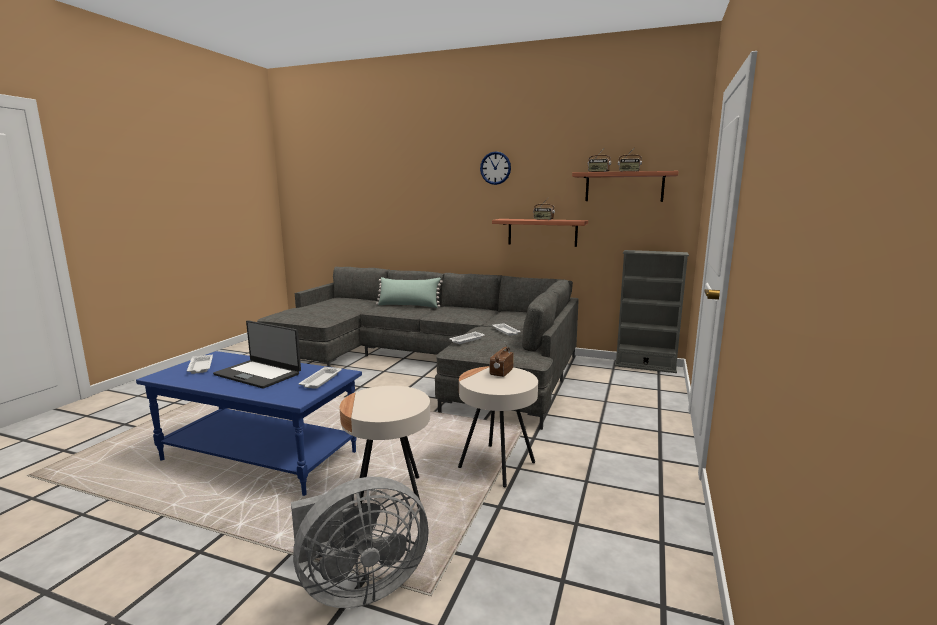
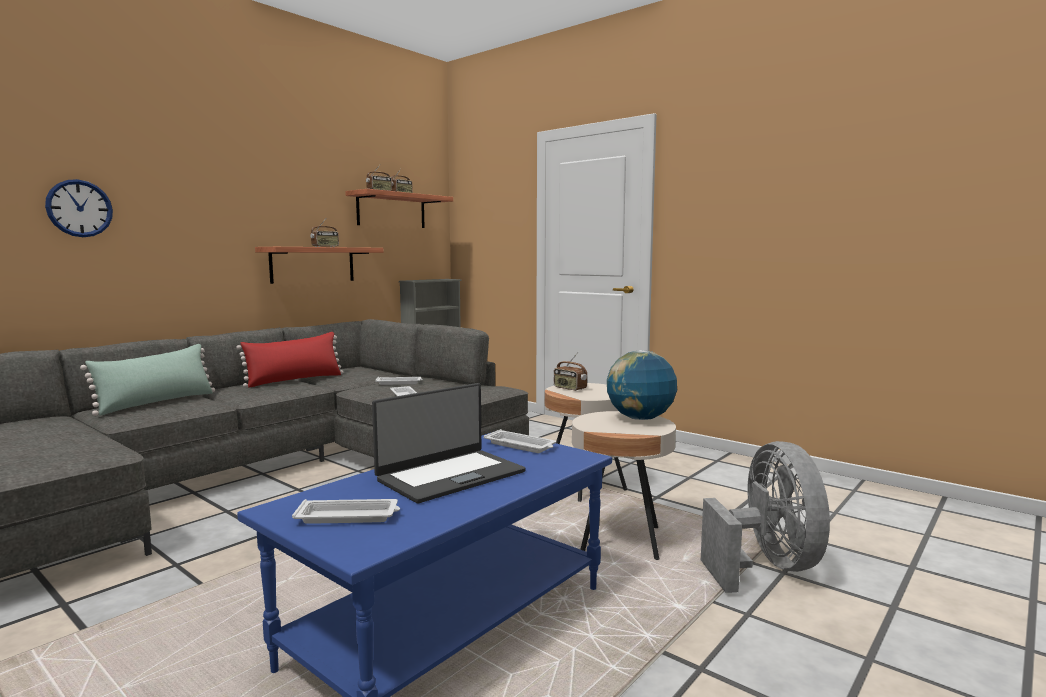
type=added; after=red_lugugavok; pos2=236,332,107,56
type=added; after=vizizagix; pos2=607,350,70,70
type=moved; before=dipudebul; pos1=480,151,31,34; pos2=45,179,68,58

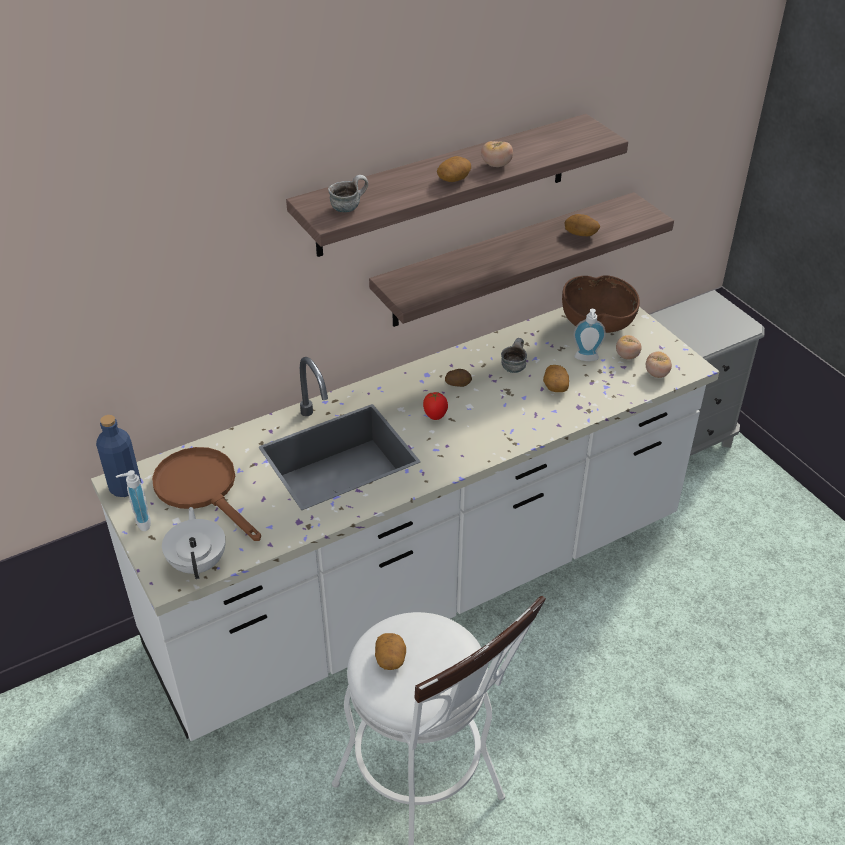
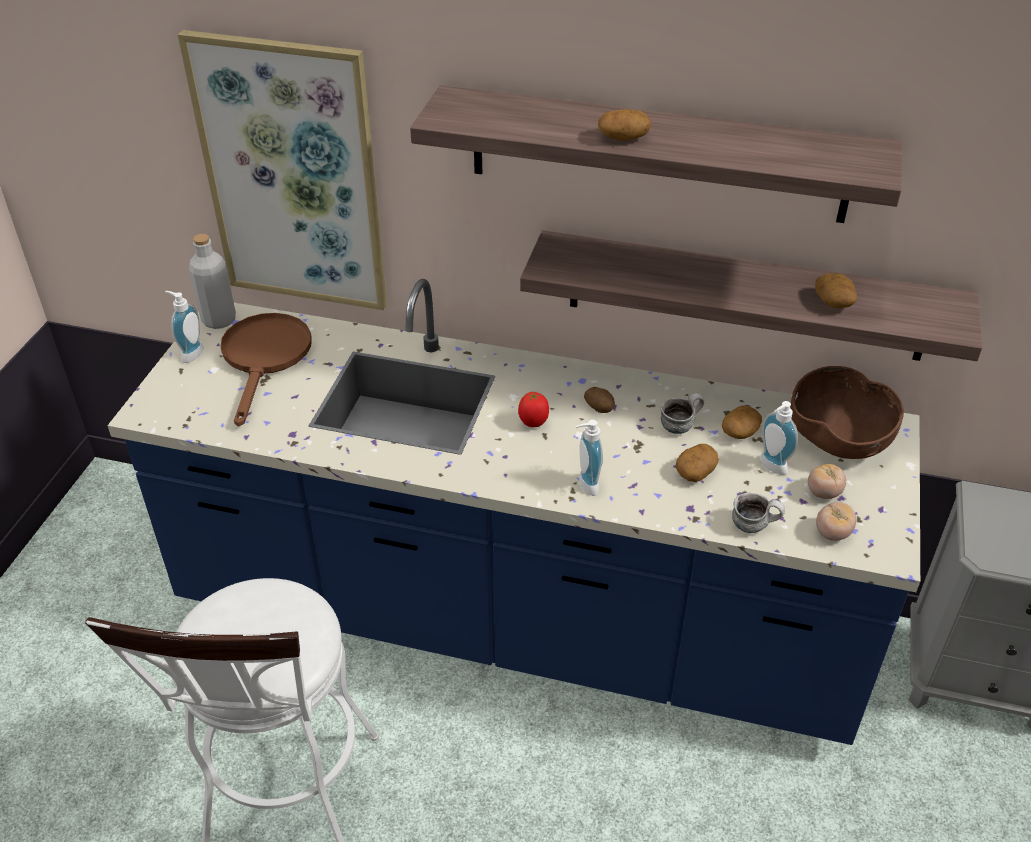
type=removed; before=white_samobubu; pos1=162,507,64,72
type=removed; before=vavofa; pos1=481,141,32,26
type=added; after=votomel; pos2=178,30,209,280
type=added; after=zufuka; pos2=575,420,28,76
type=moved; before=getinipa; pos1=328,175,40,37; pos2=732,493,53,40
type=moved; before=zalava; pos1=375,633,31,37; pos2=722,405,40,34
type=recoloured; before=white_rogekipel; after=blue_rogekipel; pos1=91,307,629,434; pos2=107,279,813,466
type=recoloured; before=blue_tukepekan; after=grey_tukepekan; pos1=96,415,45,82; pos2=189,234,47,95

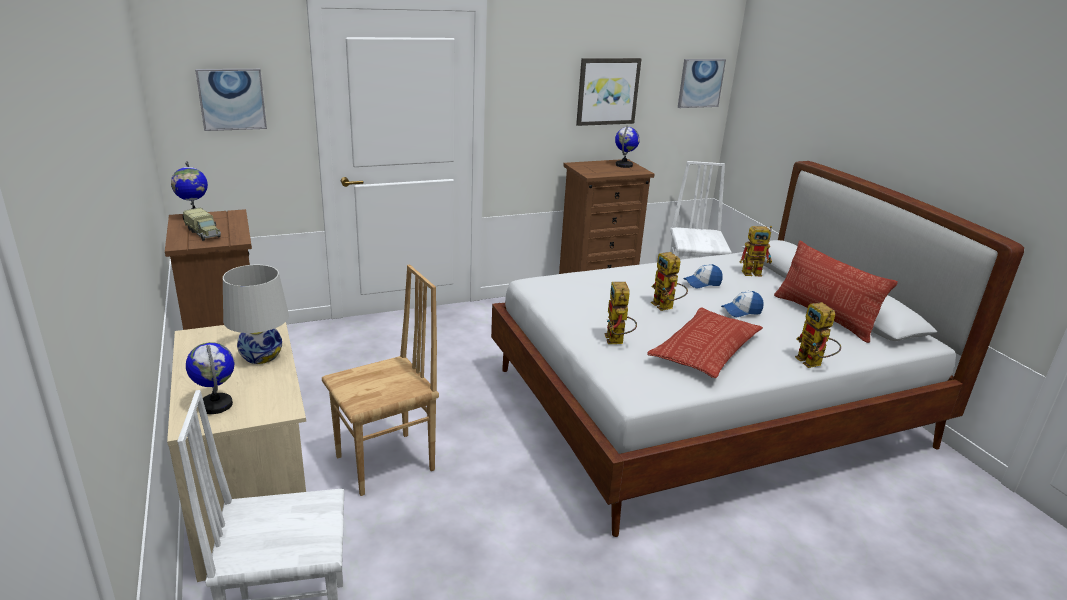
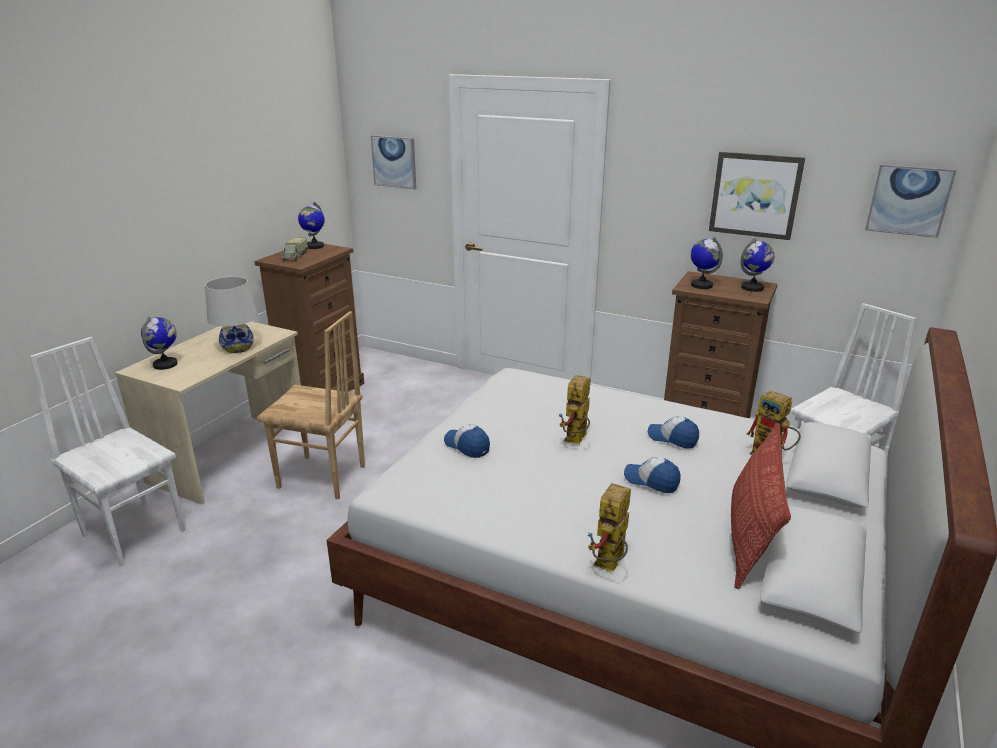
type=removed; before=lugugavok; pos1=647,307,116,71
type=added; after=vizizagix; pos2=691,237,32,52
type=replaced; before=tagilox; after=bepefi; pos1=604,282,33,62; pos2=444,424,46,34

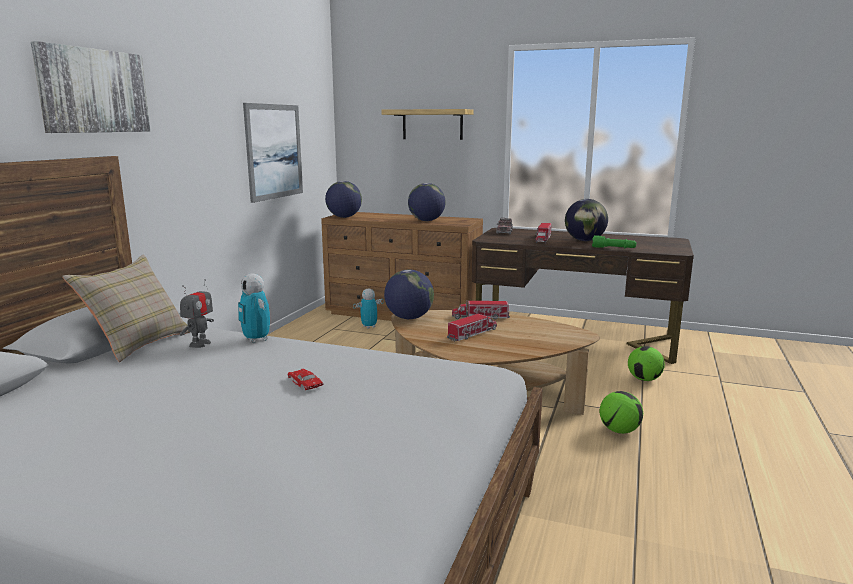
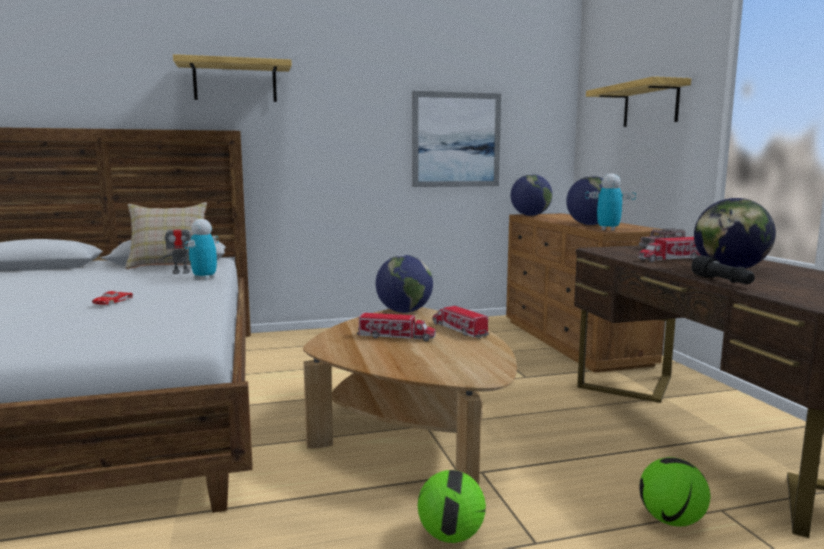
type=moved; before=tagilox; pos1=353,289,31,40; pos2=585,174,51,57
type=replaced; before=votomel; after=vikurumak; pos1=31,41,120,92; pos2=173,54,119,48
type=recoloured; before=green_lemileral; after=black_lemileral; pos1=592,235,44,14; pos2=692,255,63,29

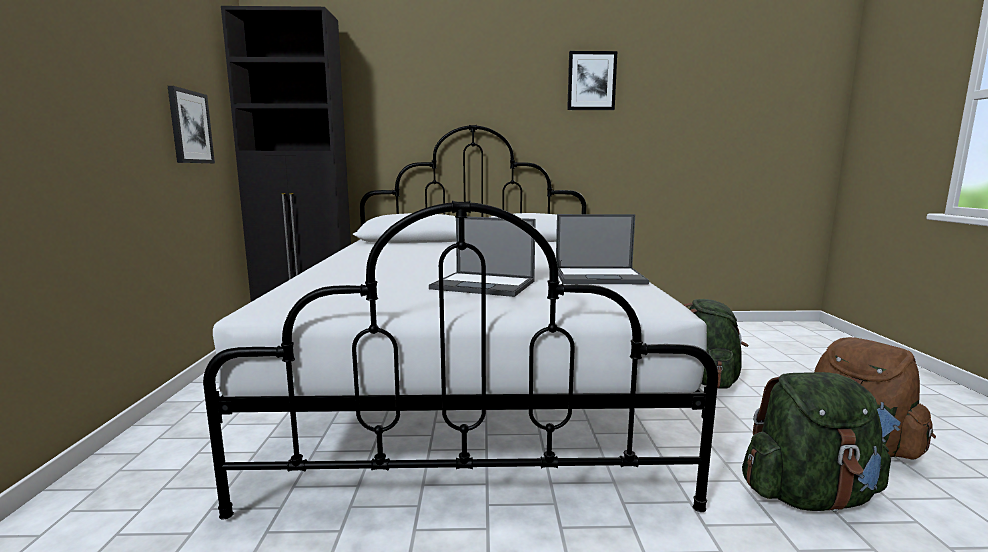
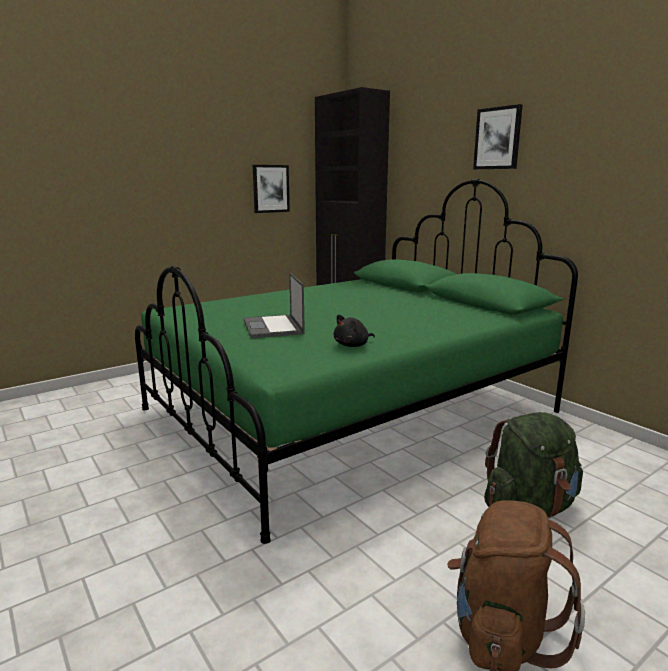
type=removed; before=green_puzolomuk; pos1=742,372,149,139
type=moved; before=votomel; pos1=567,51,50,59; pos2=473,104,50,65
type=replaced; before=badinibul; after=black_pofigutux; pos1=556,214,93,70; pos2=334,315,41,32
type=recoloured; before=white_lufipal; after=green_lufipal; pos1=203,125,515,394; pos2=135,179,443,365

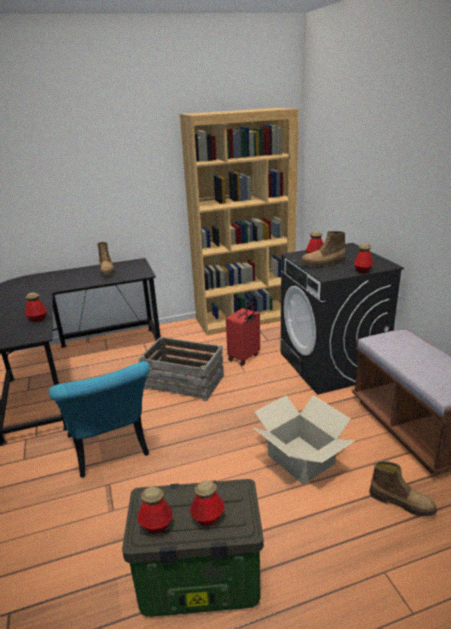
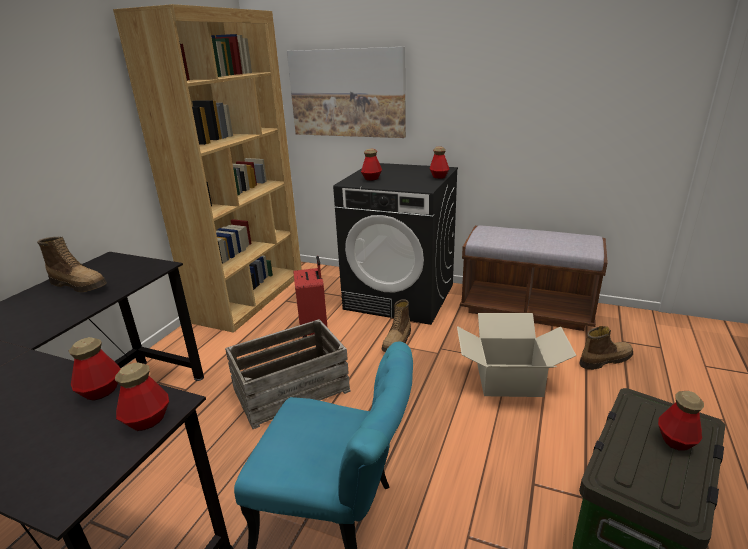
type=added; after=votomel; pos2=287,47,119,91
type=moved; before=tukepekan; pos1=138,487,35,46; pos2=115,363,54,68
type=moved; before=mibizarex; pos1=300,231,45,36; pos2=382,299,29,53

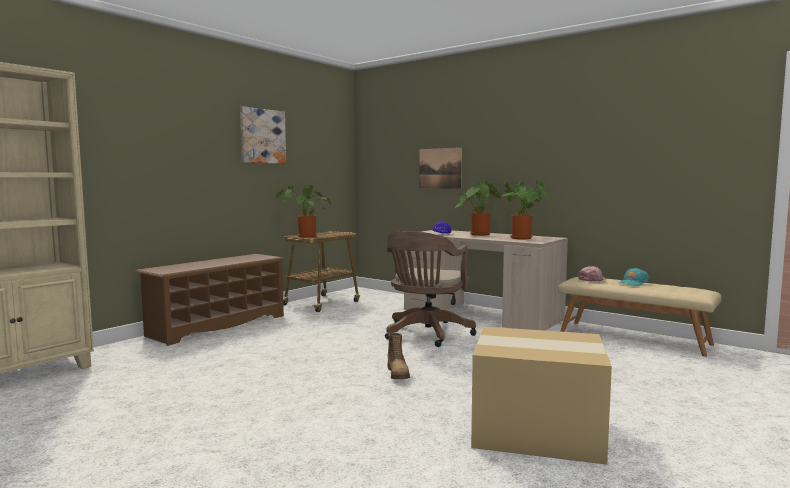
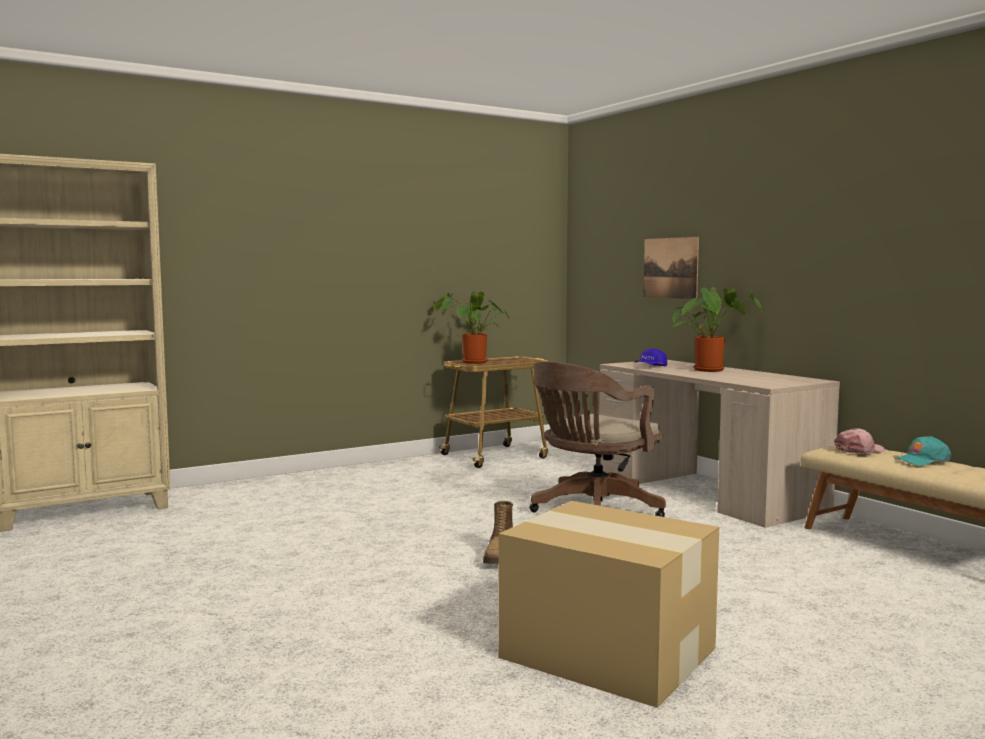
type=removed; before=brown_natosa; pos1=134,254,150,92
type=removed; before=votomel; pos1=240,106,46,58
type=removed; before=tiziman; pos1=500,180,47,59

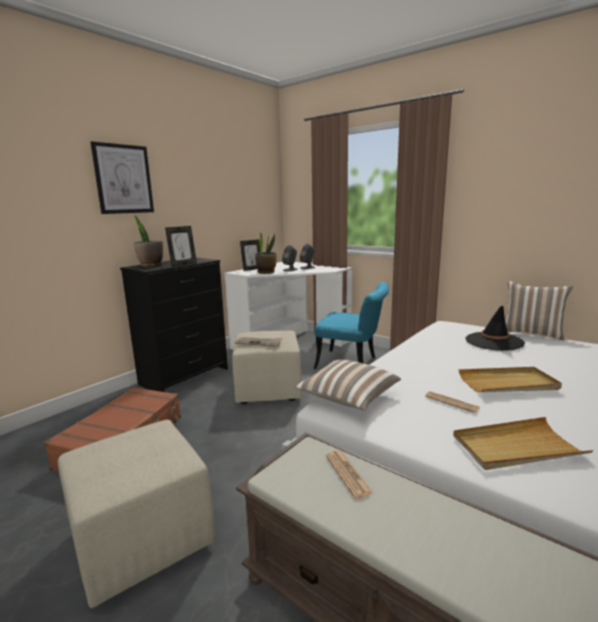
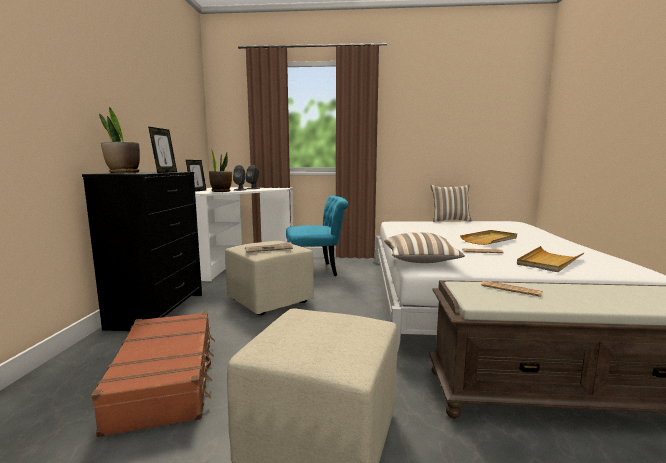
type=removed; before=votomel; pos1=90,141,64,73
type=removed; before=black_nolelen; pos1=466,306,59,45

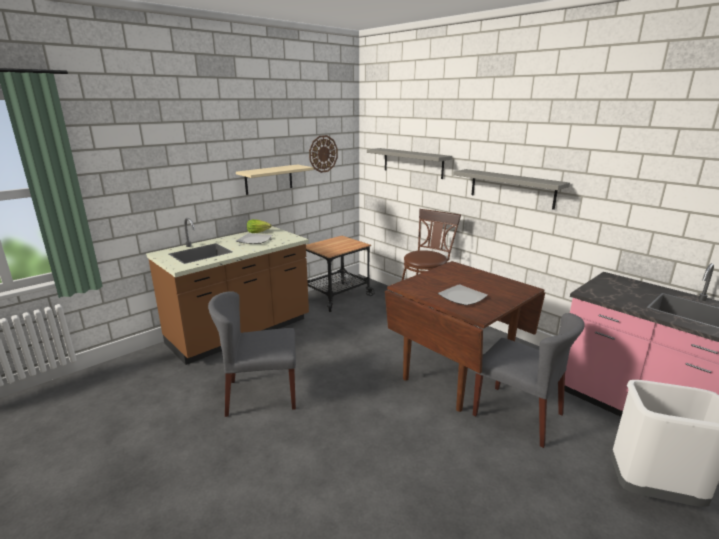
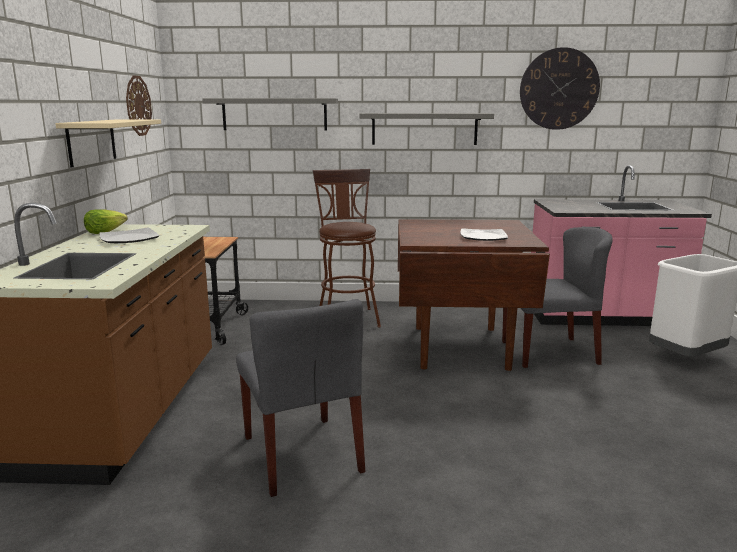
type=added; after=dipudebul; pos2=520,47,80,83
type=turned; before=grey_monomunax; pos1=208,291,88,126; pos2=236,299,129,198; turn=-60

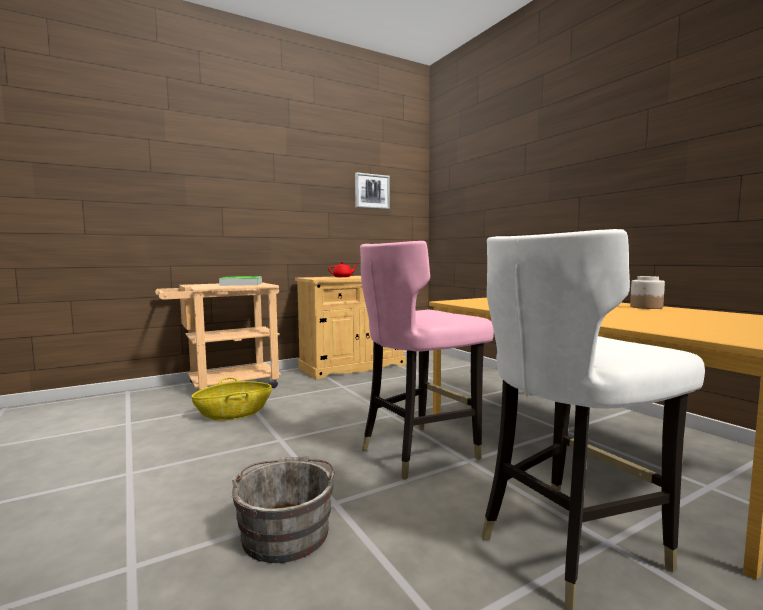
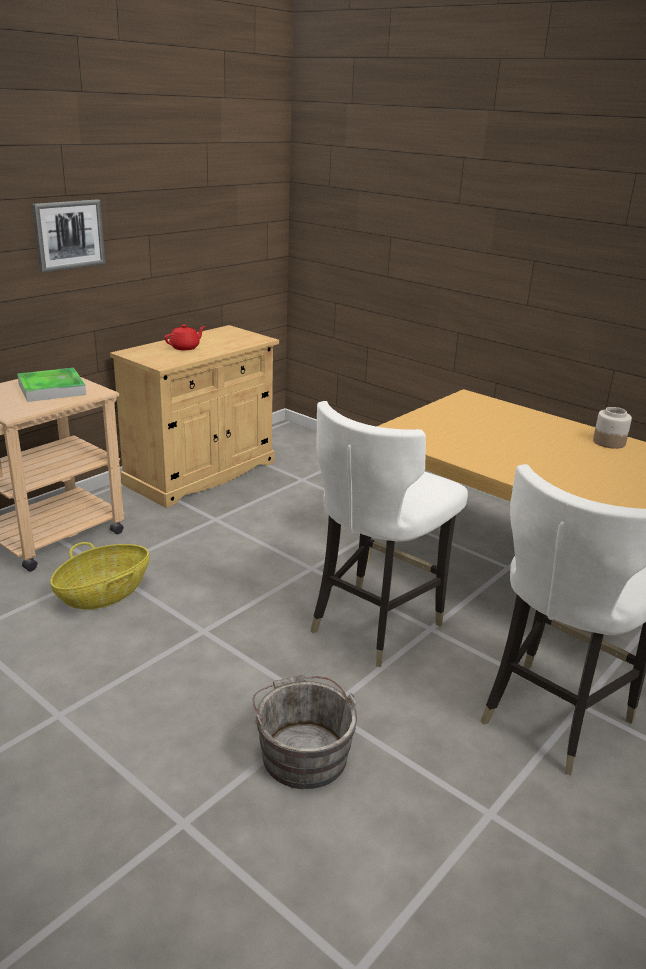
type=moved; before=votomel; pos1=355,172,35,38; pos2=32,199,73,74
type=recoloured; before=pink_monomunax; after=white_monomunax; pos1=360,241,134,239; pos2=310,401,158,266

